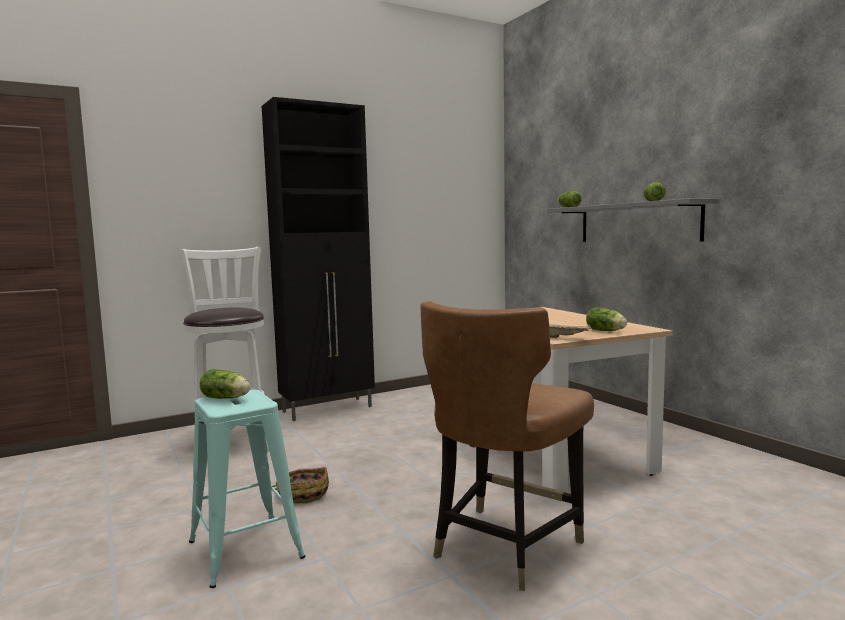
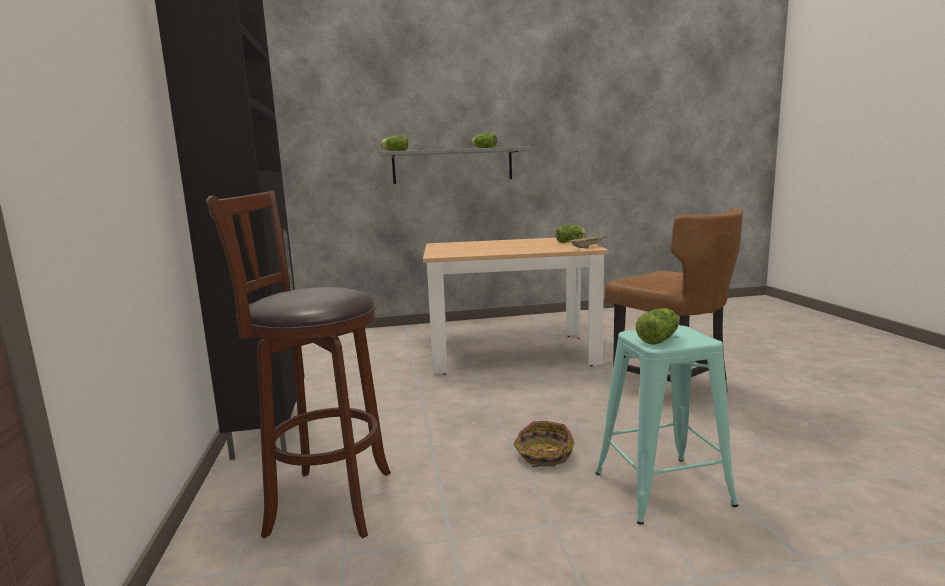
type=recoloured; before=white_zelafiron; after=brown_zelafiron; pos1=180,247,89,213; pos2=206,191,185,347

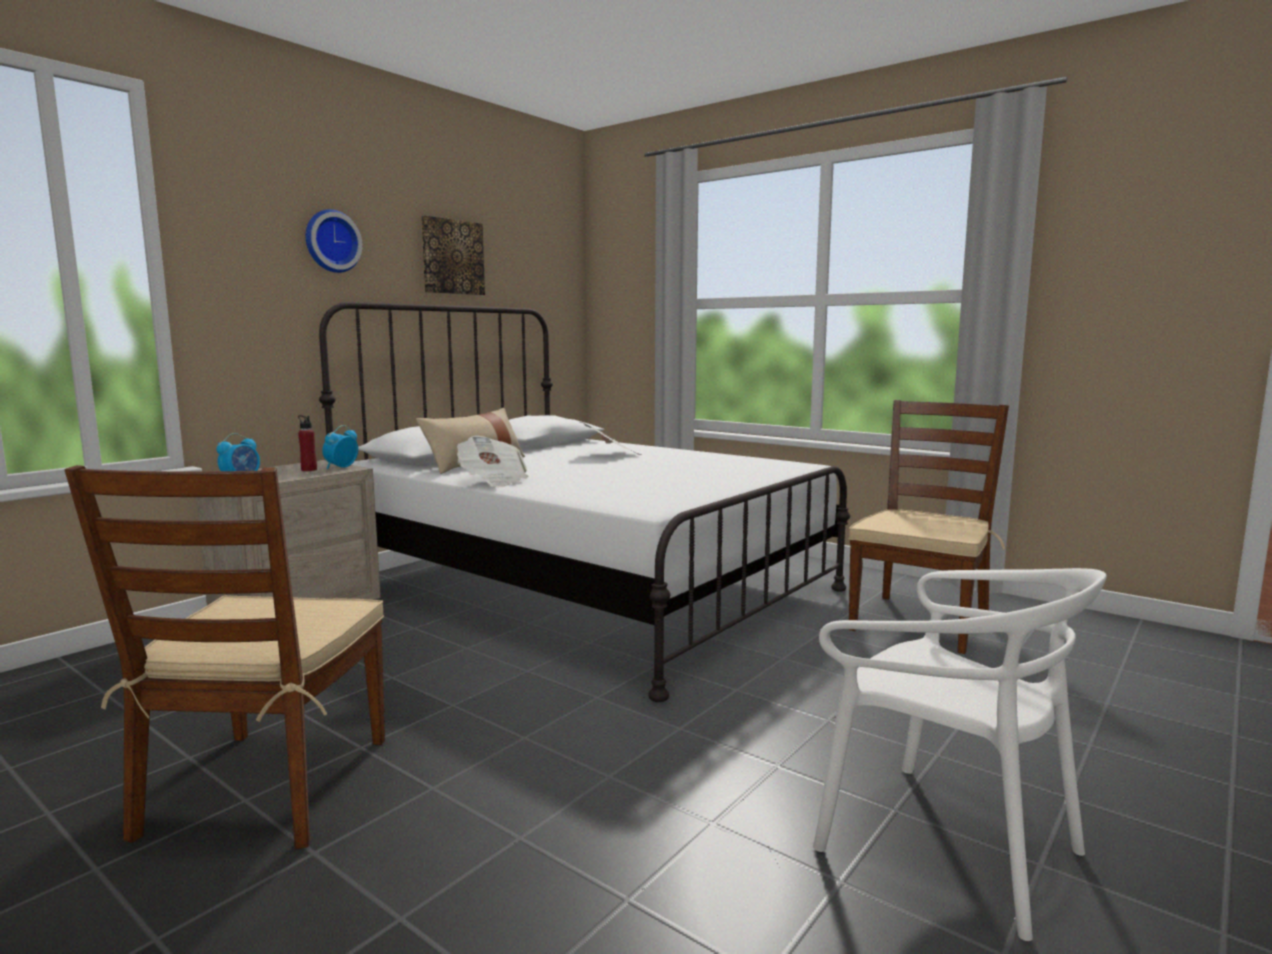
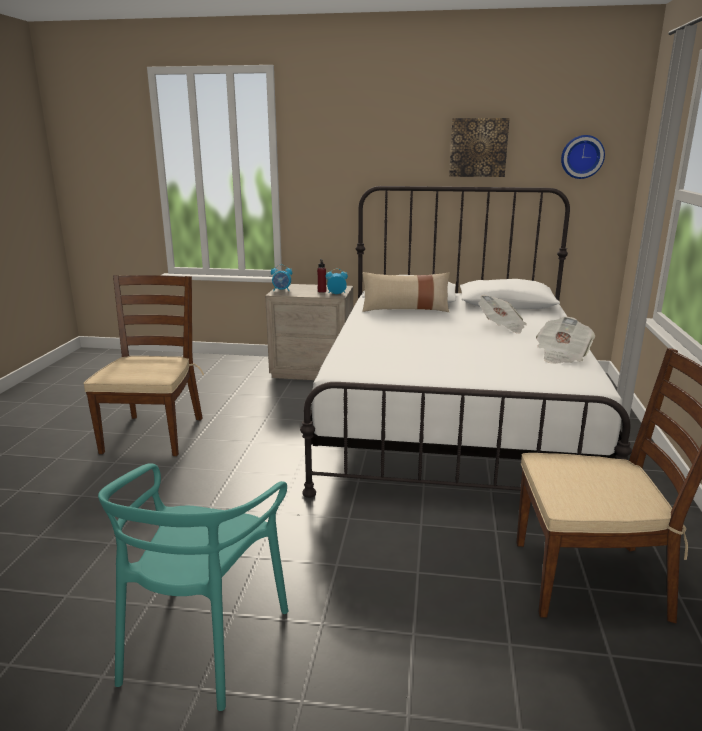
type=moved; before=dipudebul; pos1=306,209,56,64; pos2=561,135,44,44
type=moved; before=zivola; pos1=457,436,71,51; pos2=536,317,59,47
type=recoloured; before=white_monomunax; after=turquoise_monomunax; pos1=813,568,294,373; pos2=98,463,190,248
type=turned; before=brown_monomunax; pos1=64,465,321,384; pos2=83,275,121,181; turn=120

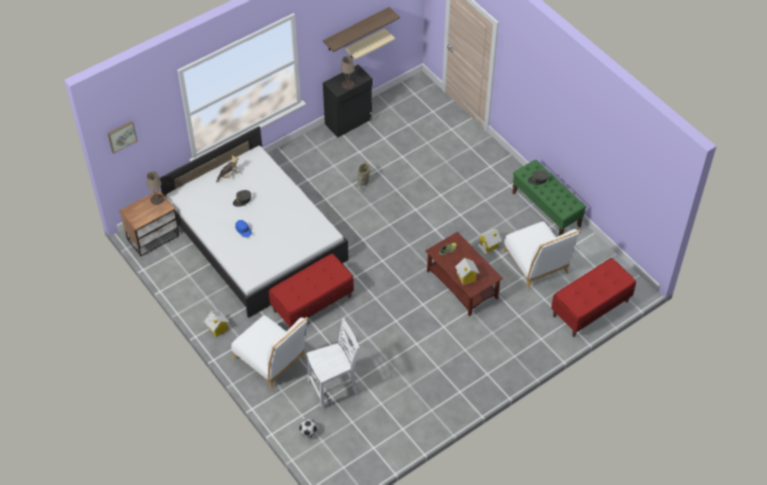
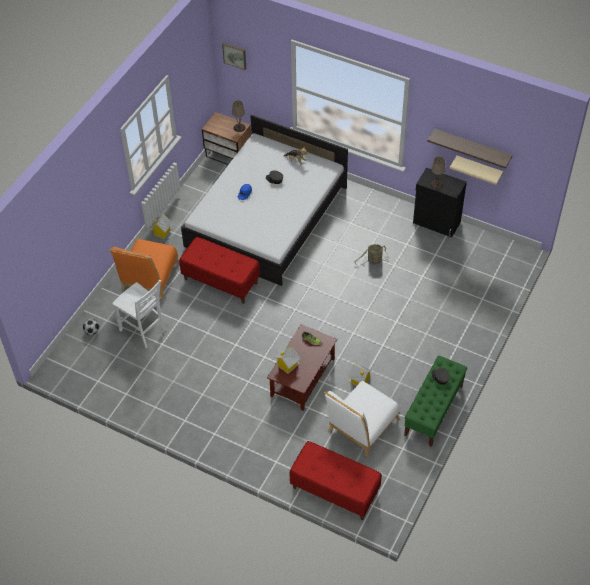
type=recoloured; before=white_monomunax; after=orange_monomunax; pos1=231,315,77,75; pos2=109,239,70,61

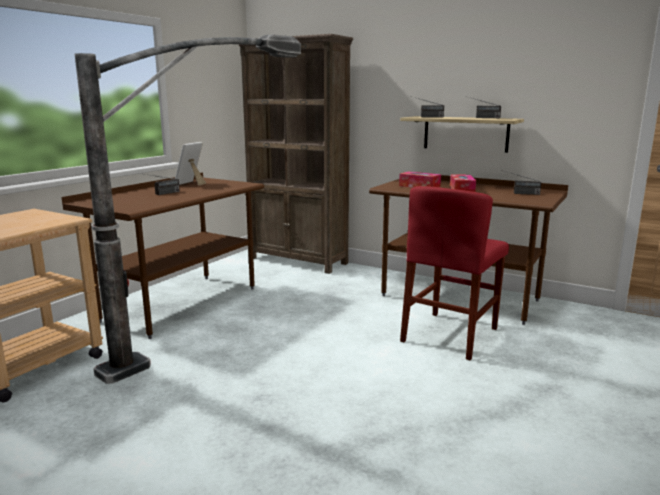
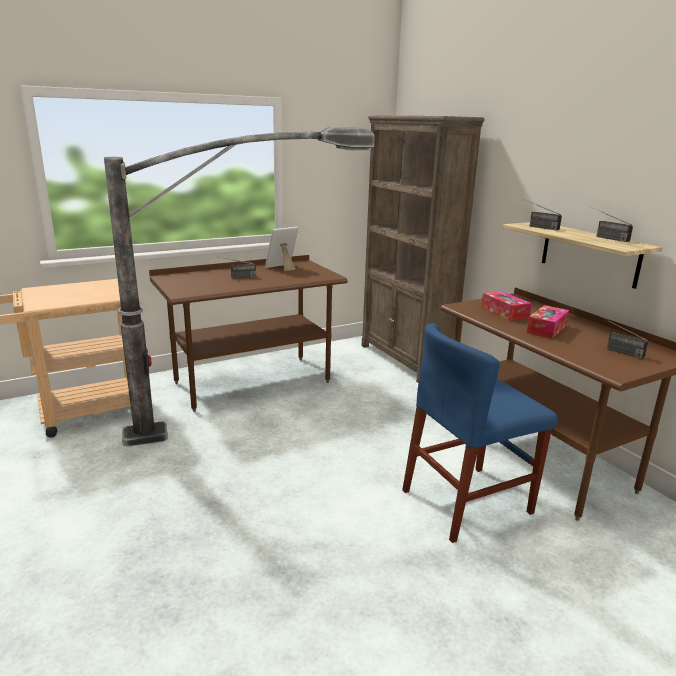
type=recoloured; before=red_monomunax; after=blue_monomunax; pos1=400,186,109,174; pos2=402,323,156,220

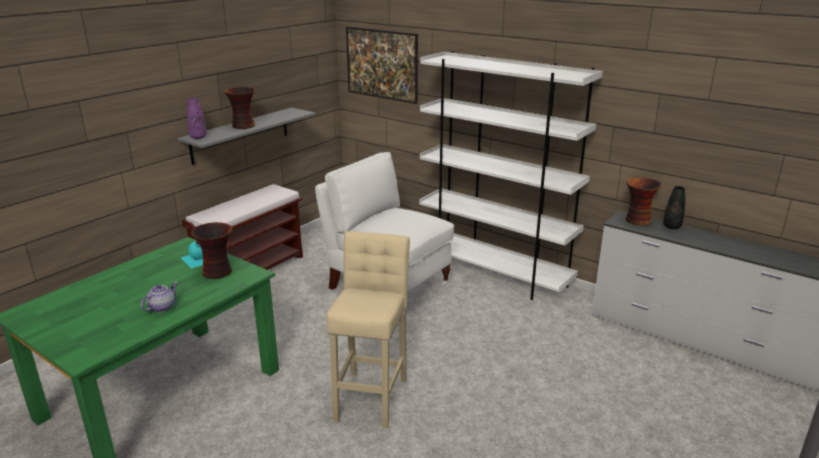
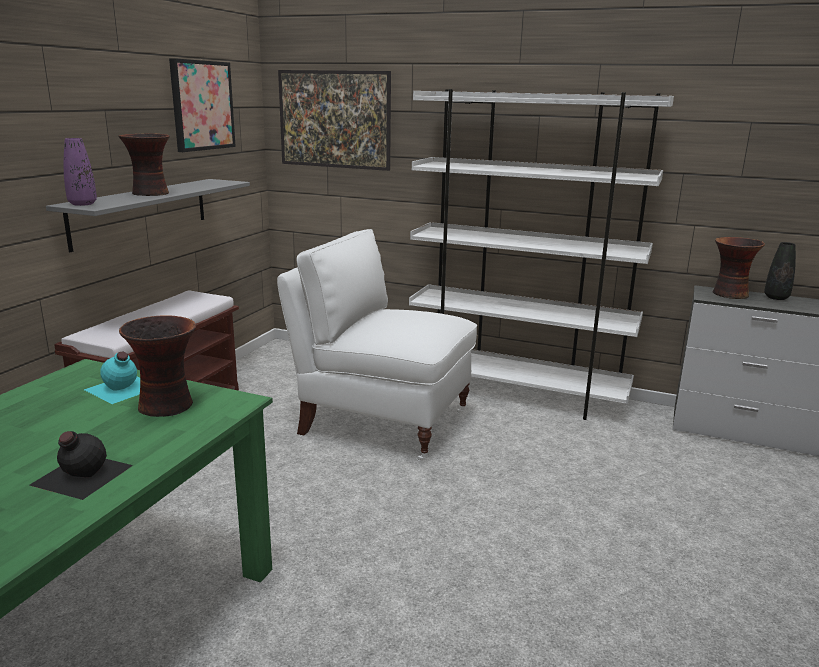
type=removed; before=beige_zelafiron; pos1=327,232,83,197
type=added; after=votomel; pos2=169,58,67,94
type=replaced; before=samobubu; after=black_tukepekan; pos1=140,282,38,30; pos2=30,431,103,69

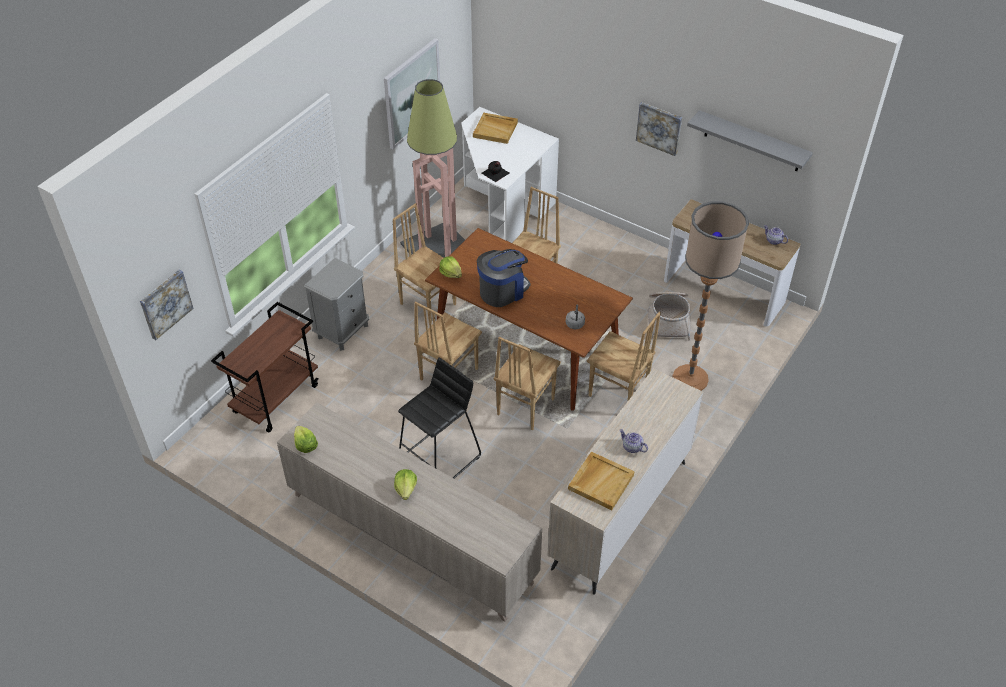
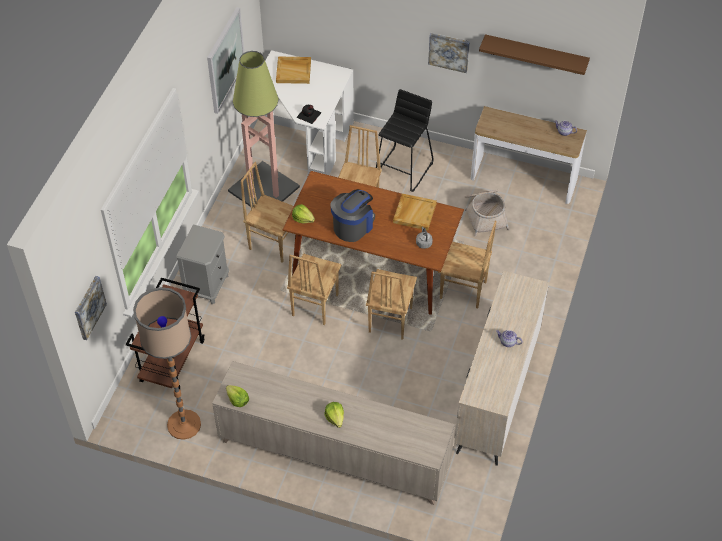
type=moved; before=black_zelafiron; pos1=398,357,83,122; pos2=376,89,58,103
type=moved; before=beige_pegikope; pos1=568,452,67,58; pos2=393,194,44,36
type=moved; before=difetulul; pos1=673,201,76,190; pos2=133,287,68,153
type=recoloured; before=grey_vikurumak; after=brown_vikurumak; pos1=687,110,126,61; pos2=479,34,111,41

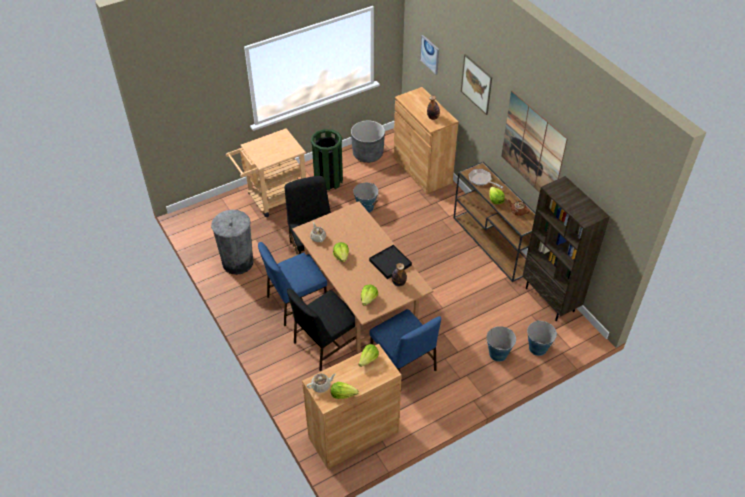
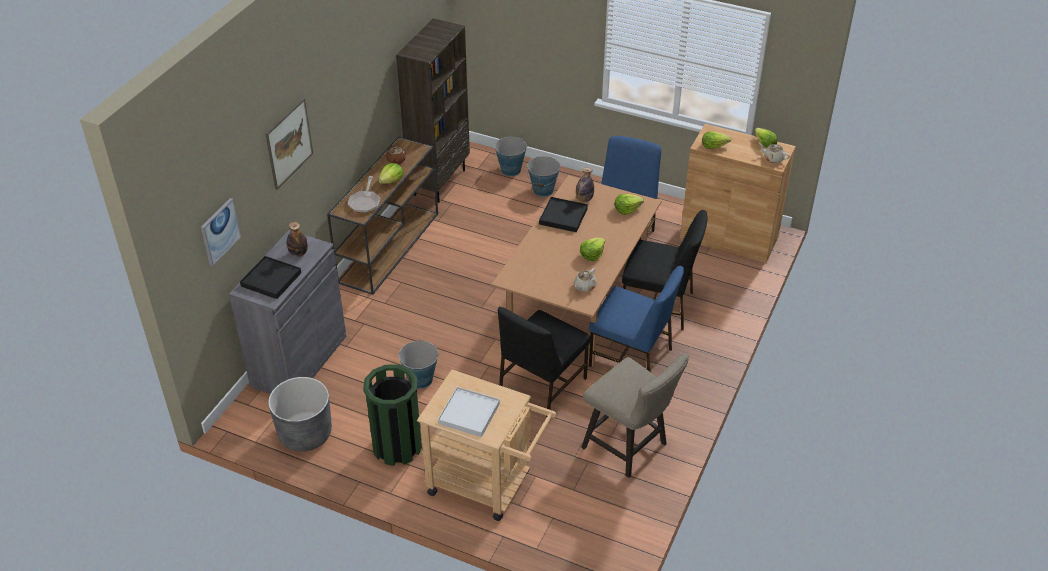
type=removed; before=votomel; pos1=501,91,67,102
type=added; after=black_pegikope; pos2=240,256,61,43
type=added; after=white_pegikope; pos2=438,387,62,50
type=replaced; before=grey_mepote; after=beige_zelafiron; pos1=211,210,43,65; pos2=581,353,109,125
type=recoloured; before=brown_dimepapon; after=grey_dimepapon; pos1=394,87,65,107; pos2=229,230,117,164

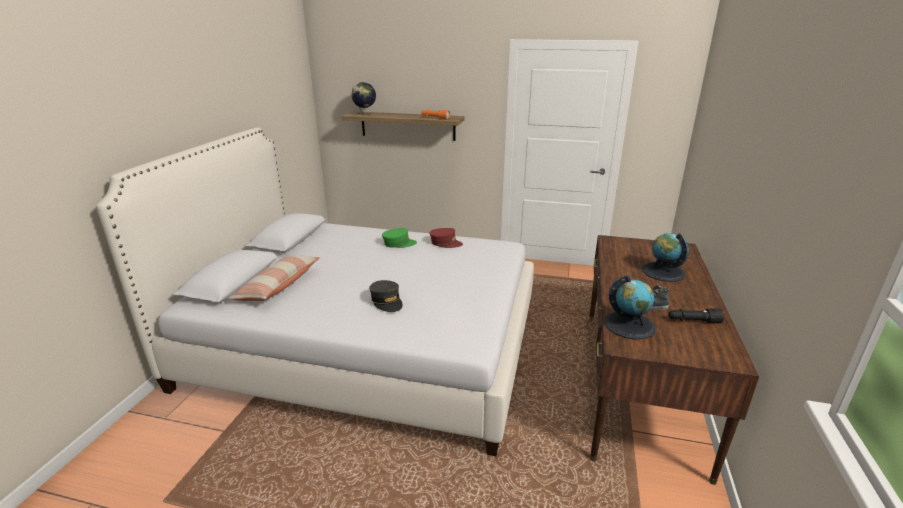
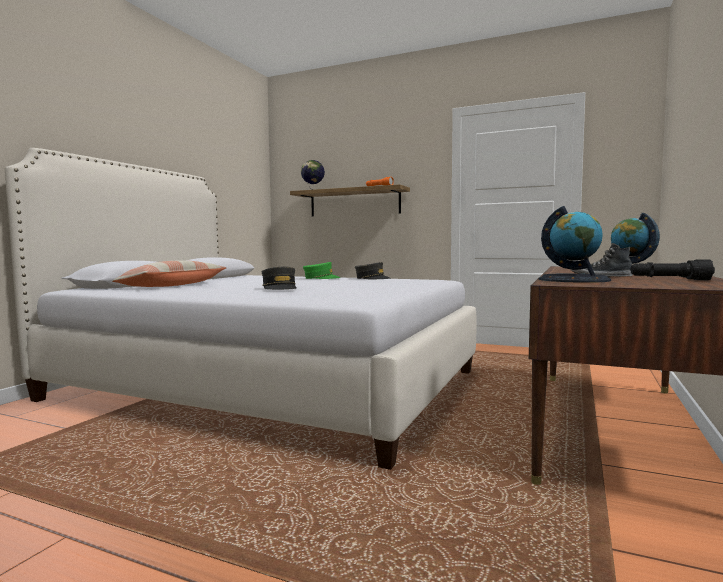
type=recoloured; before=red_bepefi; after=grey_bepefi; pos1=429,228,34,20; pos2=355,262,36,18

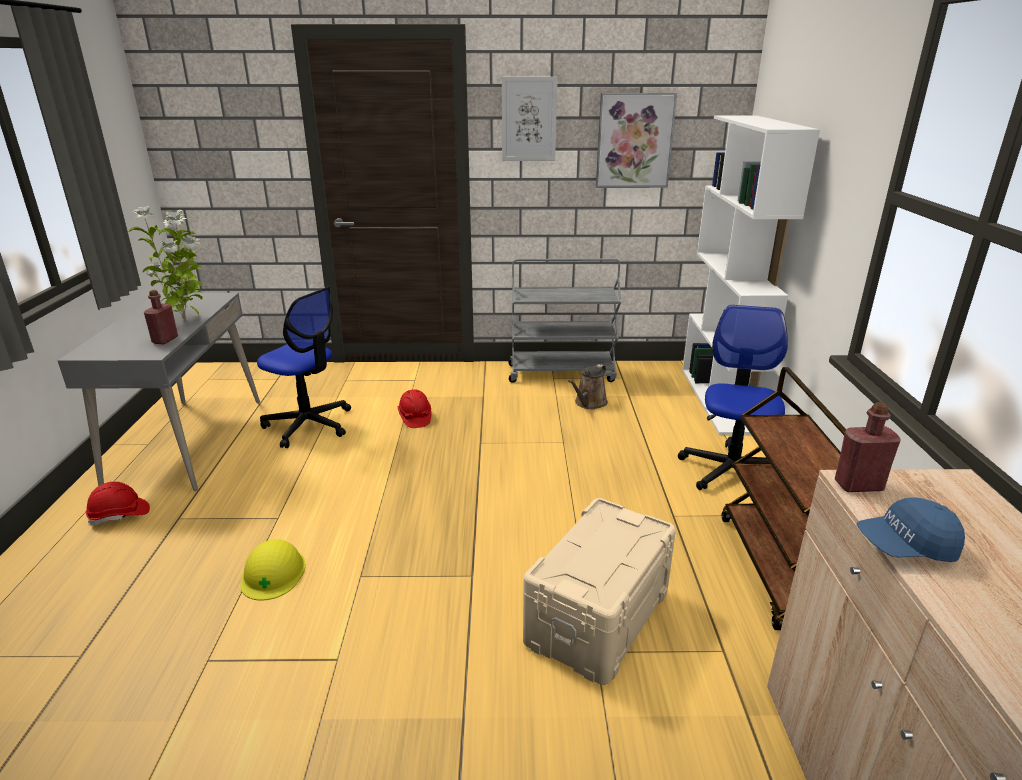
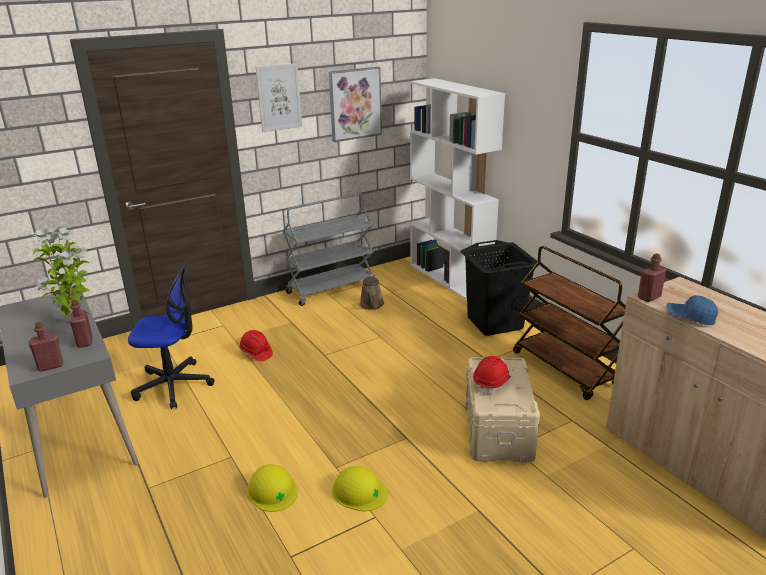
type=added; after=red_tukepekan; pos2=28,322,35,49
type=added; after=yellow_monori; pos2=332,466,56,45
type=moved; before=red_monori; pos1=86,482,64,43; pos2=473,356,38,40
type=replaced; before=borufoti; after=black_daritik; pos1=678,305,110,185; pos2=461,240,78,96
type=turned; before=blue_bepefi; pos1=857,498,108,64; pos2=666,295,52,30; turn=60

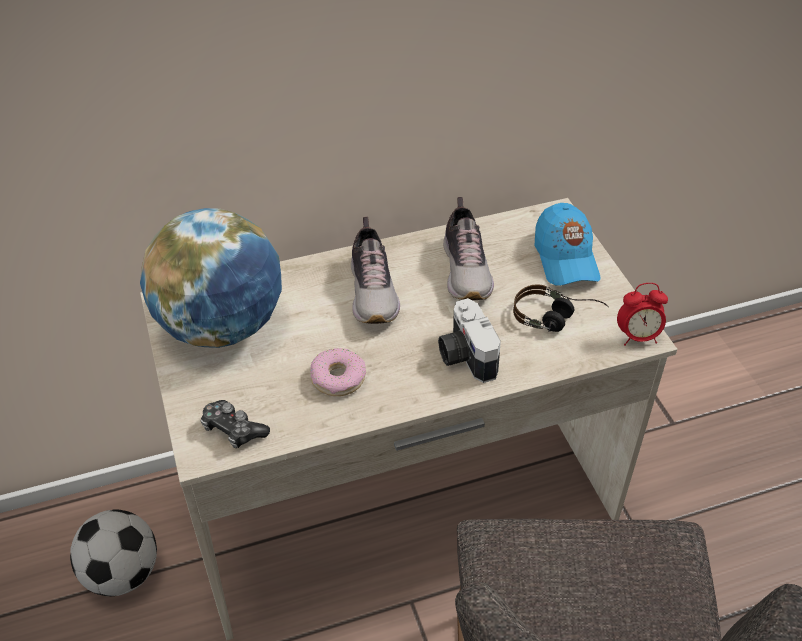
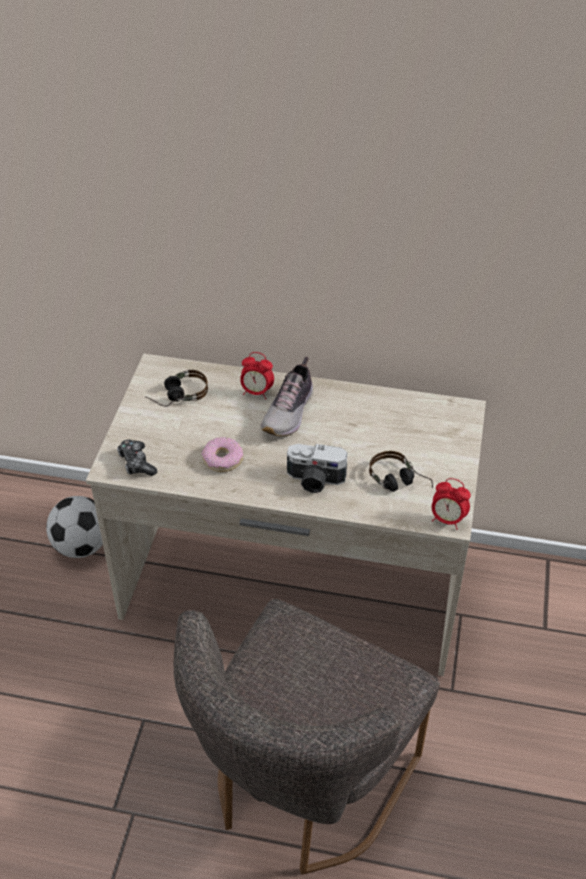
type=removed; before=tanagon; pos1=443,197,51,103
type=removed; before=blue_bepefi; pos1=534,203,67,83
type=added; after=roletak; pos2=240,352,34,47
type=replaced; before=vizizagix; after=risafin; pos1=140,208,142,140; pos2=145,370,63,37
type=turned; before=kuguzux; pos1=438,298,63,85; pos2=287,444,60,49; turn=-90

